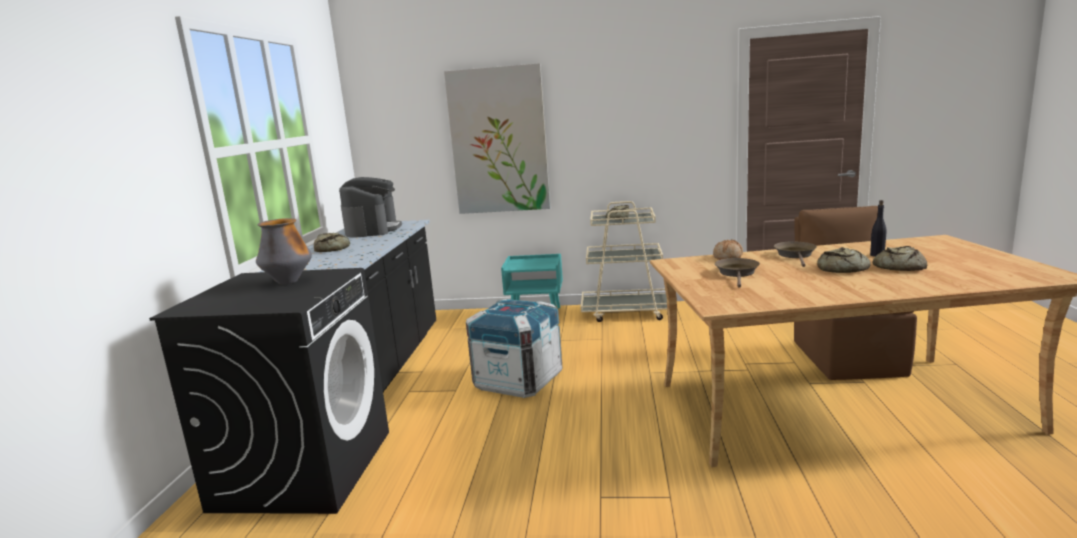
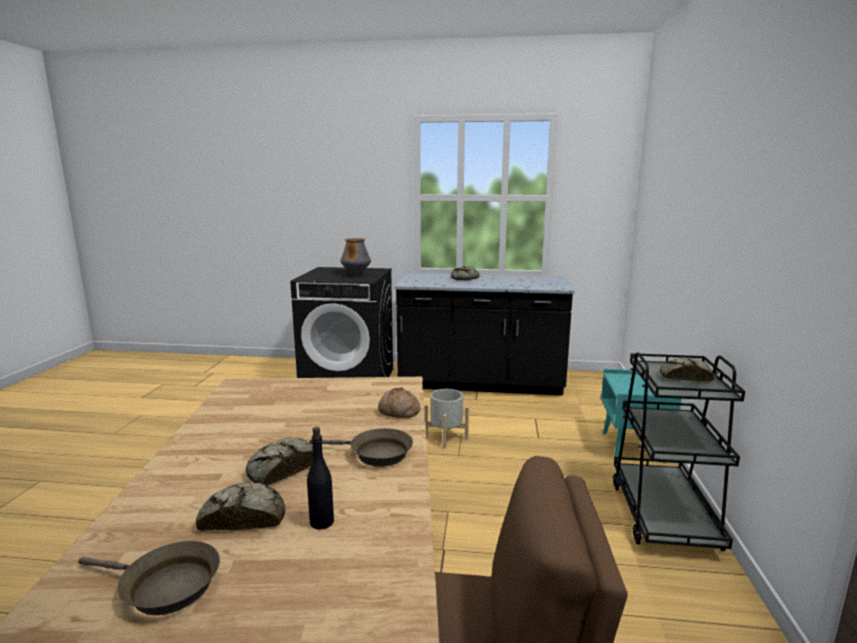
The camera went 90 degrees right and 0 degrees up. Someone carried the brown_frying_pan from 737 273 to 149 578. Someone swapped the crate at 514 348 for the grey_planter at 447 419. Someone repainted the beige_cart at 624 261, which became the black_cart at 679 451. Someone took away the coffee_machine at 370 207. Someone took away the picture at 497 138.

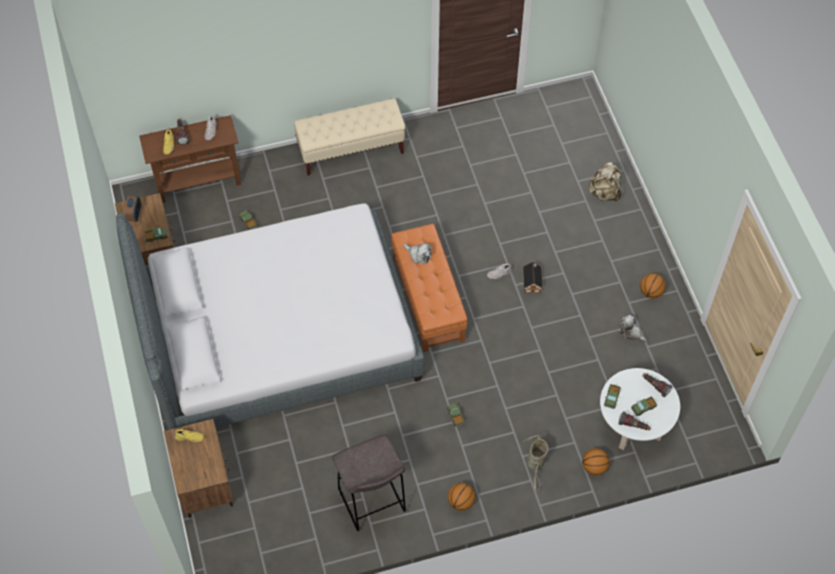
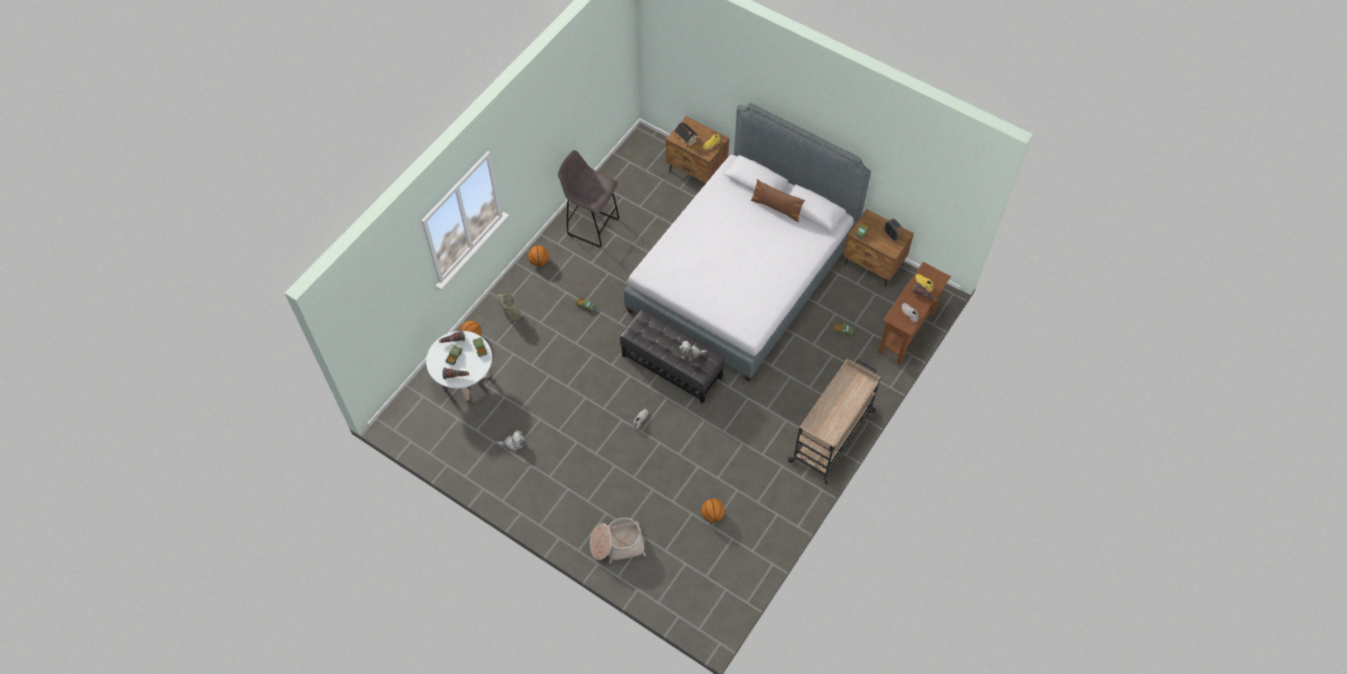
The camera went 140 degrees right and 0 degrees up. Someone swapped the beige_backpack at 604 182 for the basket at 618 540. Someone repainted the orange_ottoman at 429 288, which became the black_ottoman at 672 356. Someone carried the toy_house from 532 277 to 687 134. Someone carried the basketball from 653 286 to 713 510. Someone put down the brown_pillow at 777 200. Someone swapped the beige_bench at 349 137 for the beige_cart at 834 421.

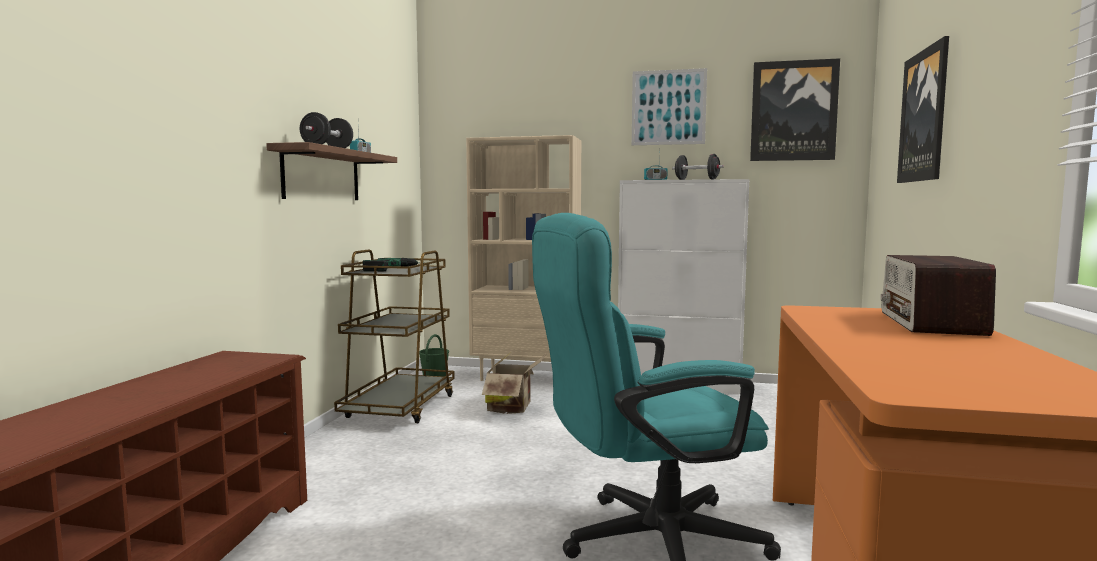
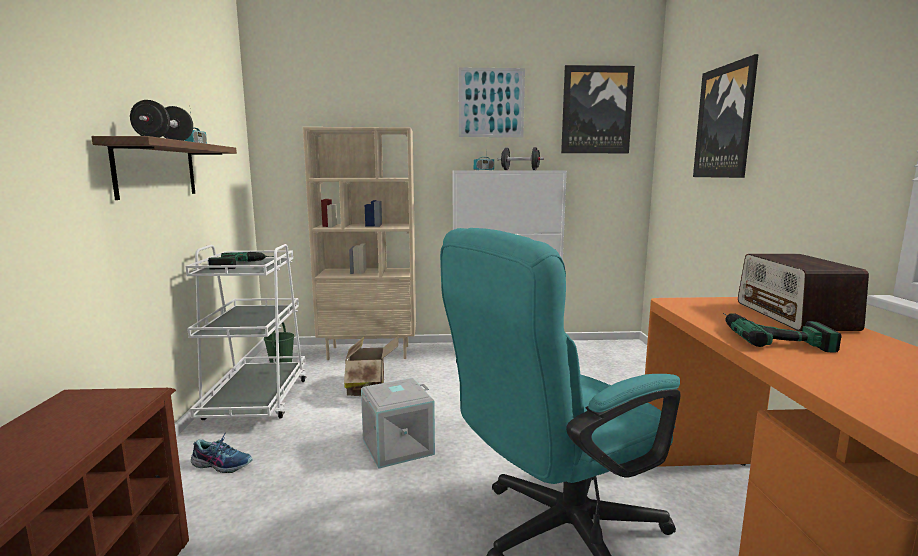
The camera went 15 degrees left and 5 degrees up. Someone repainted the brown_cart at 394 336, which became the white_cart at 246 332. Someone put down the shoe at 221 453. Someone put down the grey_storage_box at 398 423. Someone put down the power_drill at 782 333.

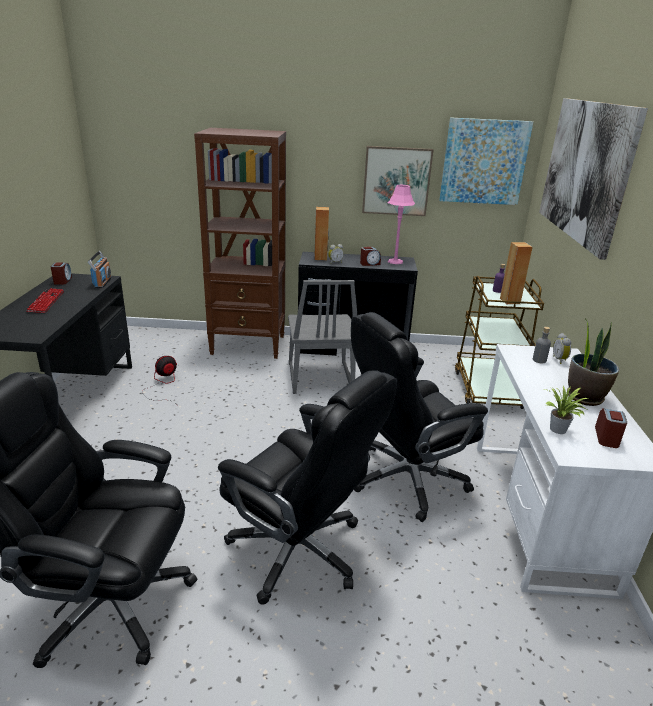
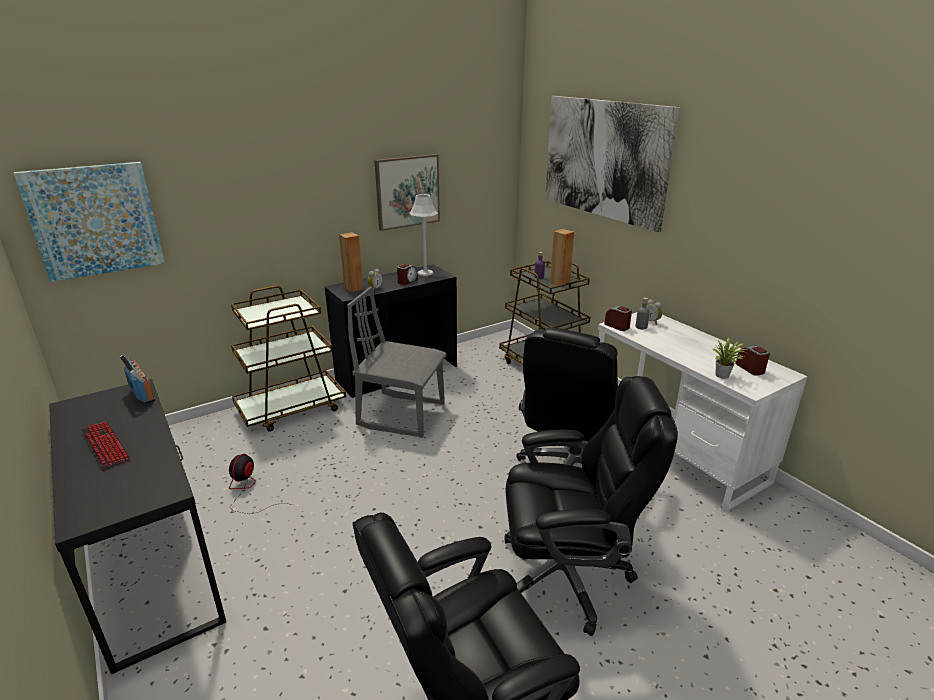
The camera went 35 degrees left and 0 degrees up. Someone carried the picture from 486 161 to 89 222. Someone swapped the brown_bookcase at 240 243 for the brown_cart at 288 359. Someone rotated the grey_chair at 322 337 by 150 degrees clockwise. Someone repainted the pink_table_lamp at 401 224, which became the grey_table_lamp at 424 235. Someone carried the alarm_clock from 61 273 to 618 318. Someone took away the potted_plant at 593 362.

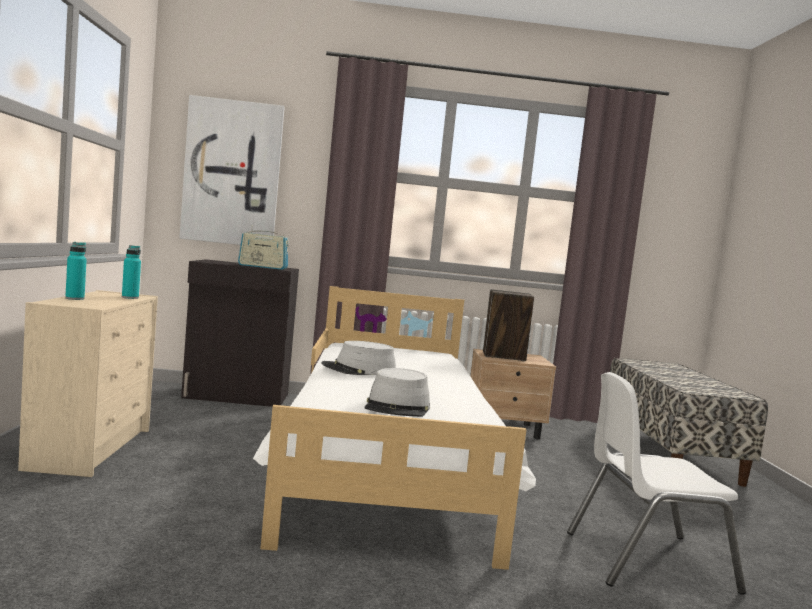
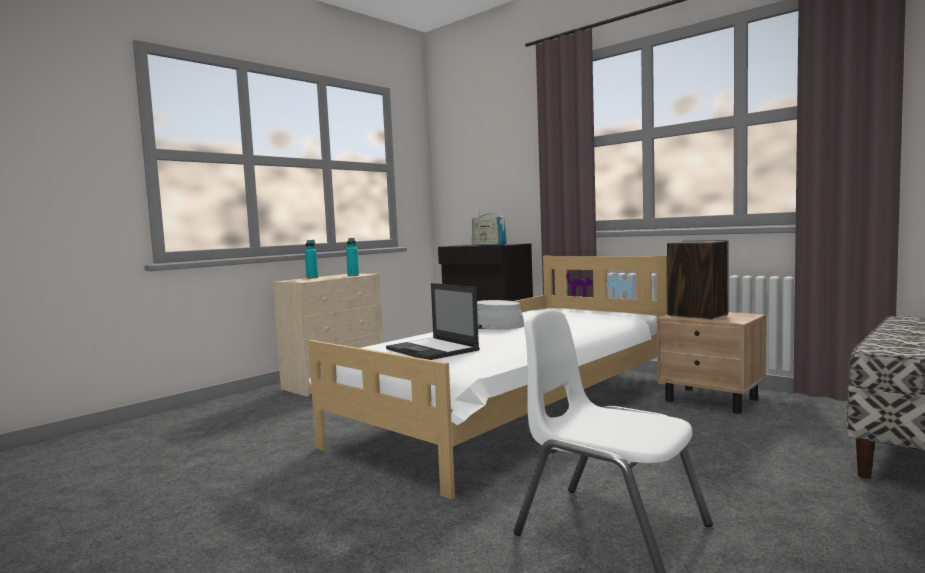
The camera went 45 degrees right and 0 degrees up. Someone swapped the grey_hat at 397 392 for the laptop at 433 321. Someone took away the picture at 232 170.

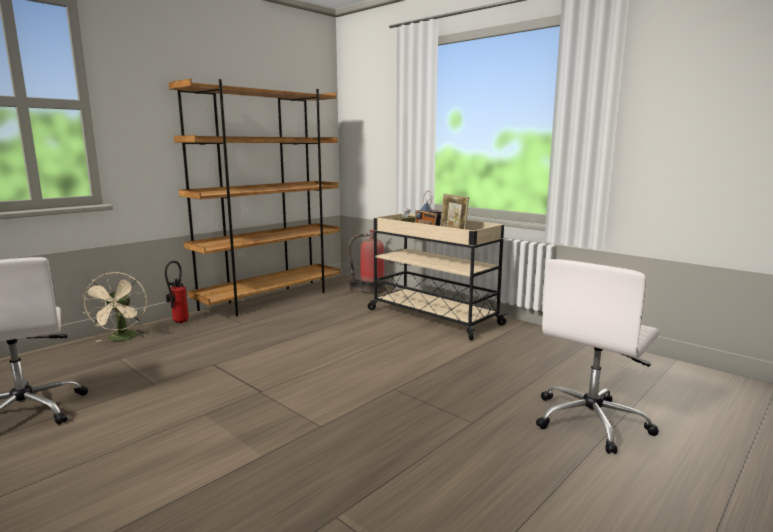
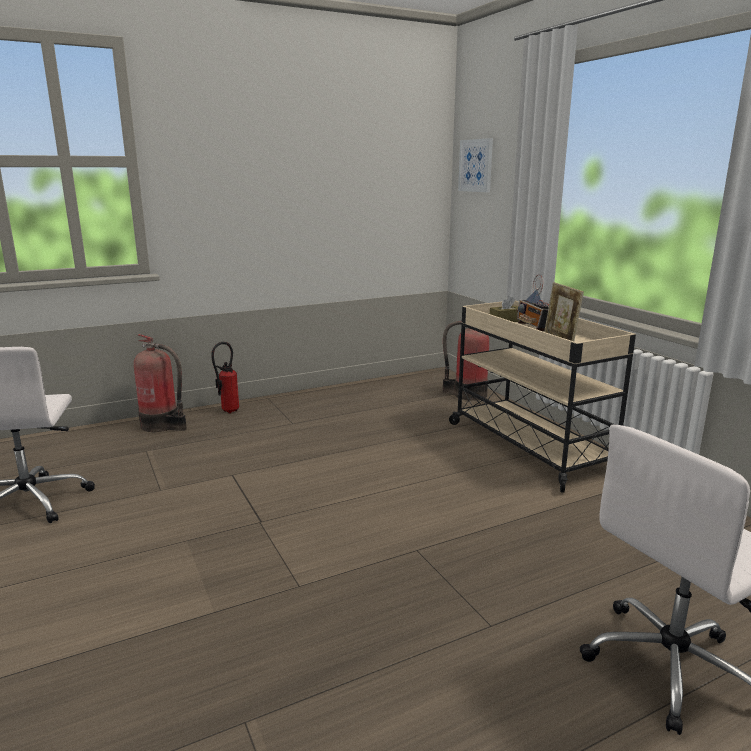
The camera went 20 degrees right and 5 degrees up. Someone swapped the beige_fan at 114 307 for the fire_extinguisher at 160 383. Someone put up the picture at 475 165. Someone took away the brown_bookcase at 254 197.

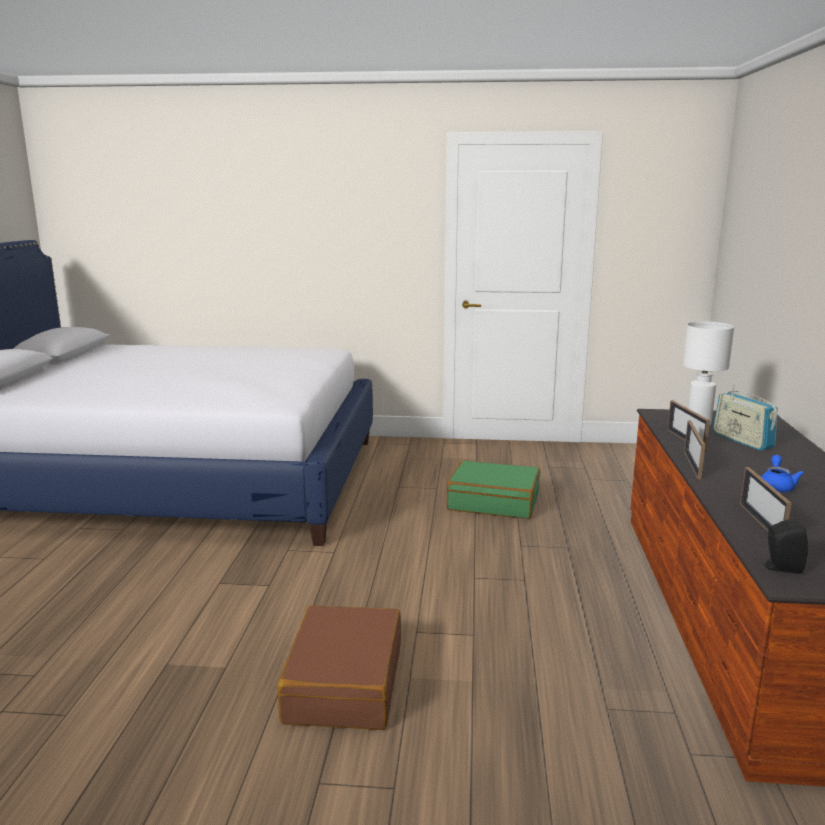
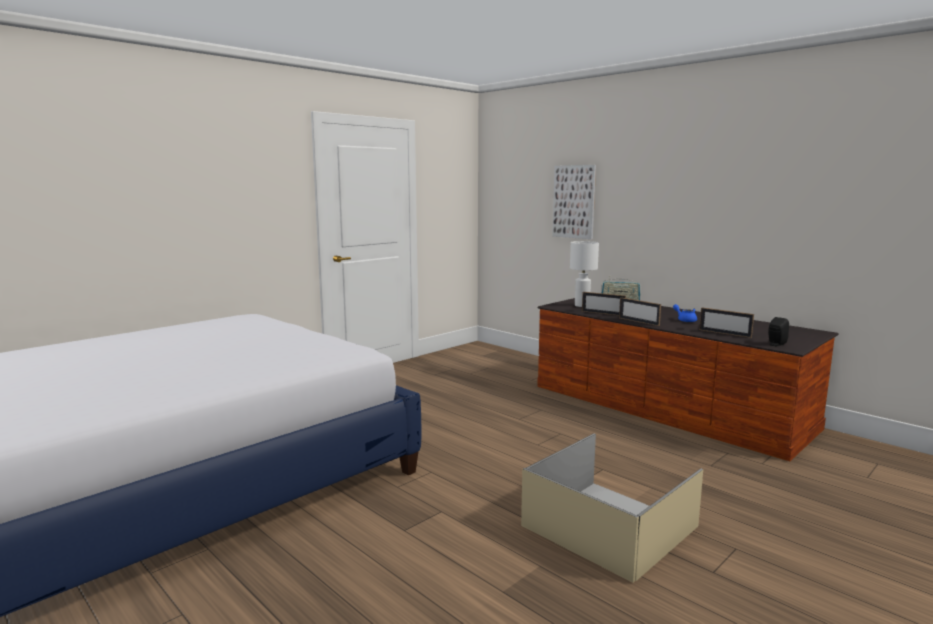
The camera went 50 degrees left and 5 degrees down. Someone swapped the brown_suitcase at 339 667 for the beige_storage_box at 612 508. Someone put up the picture at 574 202. Someone took away the green_suitcase at 493 489.

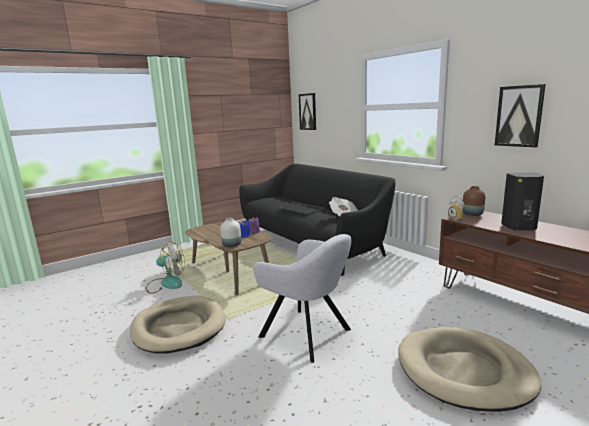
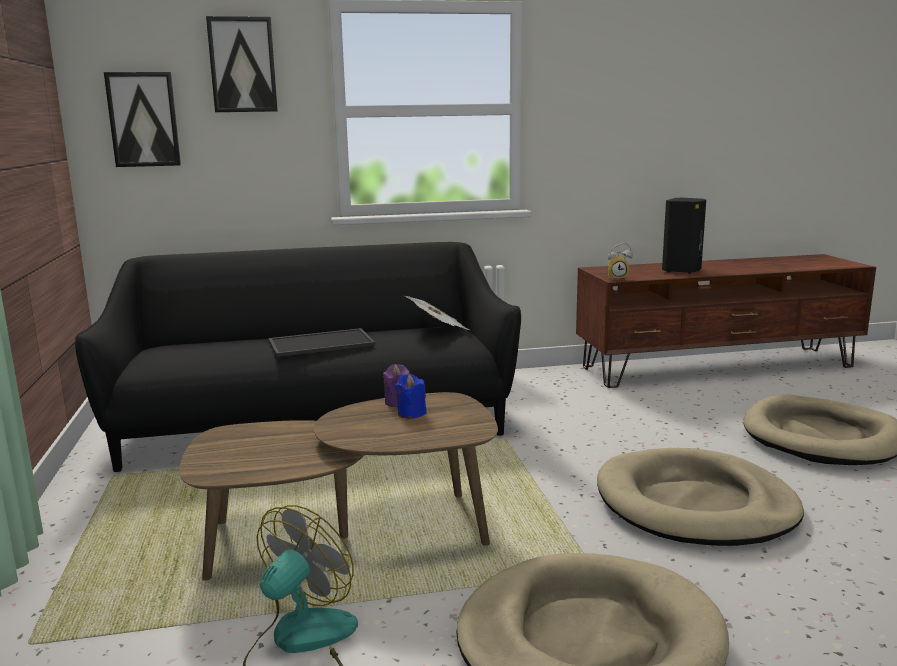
The camera went 65 degrees left and 0 degrees up. Someone carried the picture from 520 115 to 242 64. Someone swapped the grey_armchair at 302 298 for the beige_dog_bed at 700 497. Someone took away the white_vase at 230 232. Someone took away the brown_vase at 473 201.

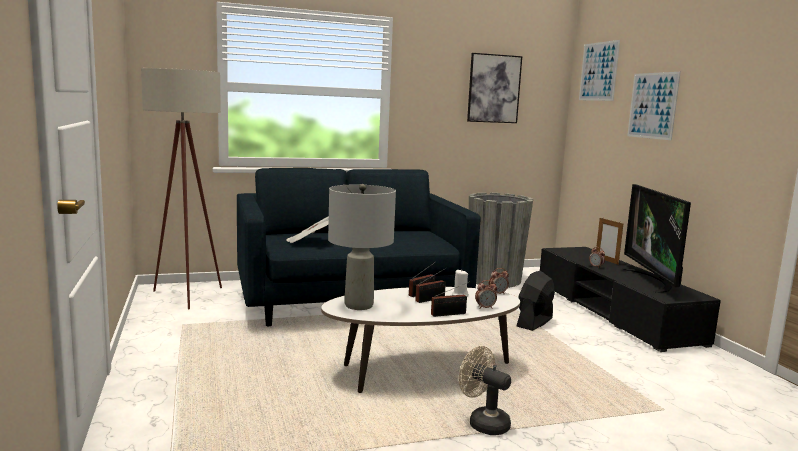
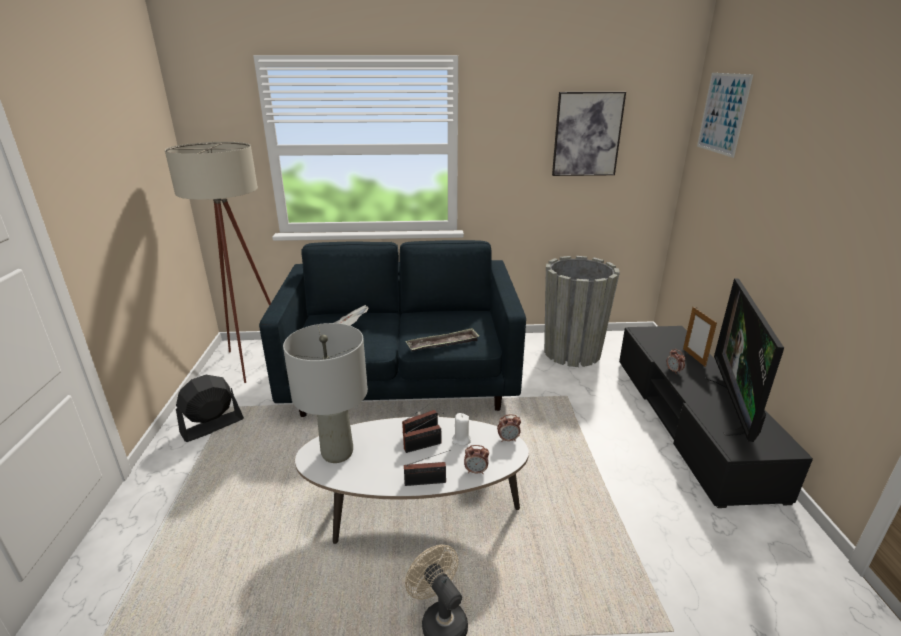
The camera went 15 degrees right and 15 degrees up. Someone carried the black_fan from 535 301 to 210 408. Someone put down the tray at 442 339. Someone took away the picture at 654 106.

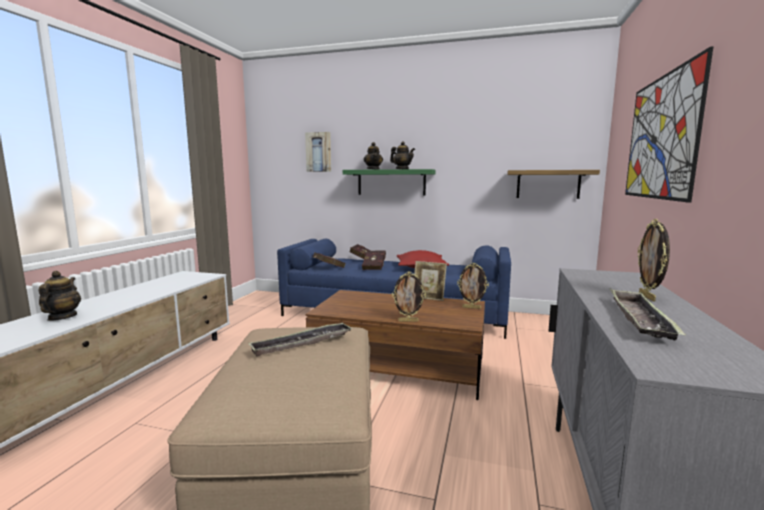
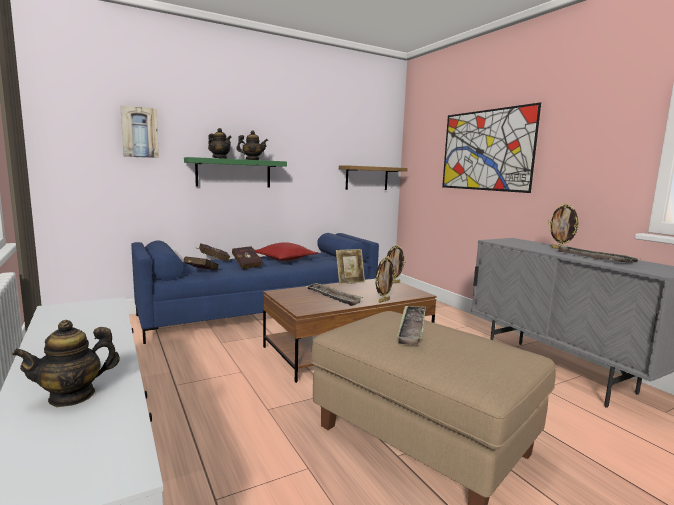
The camera went 45 degrees left and 0 degrees up. Someone rotated the teapot at 60 296 by 75 degrees counterclockwise. Someone put down the tray at 334 294.

